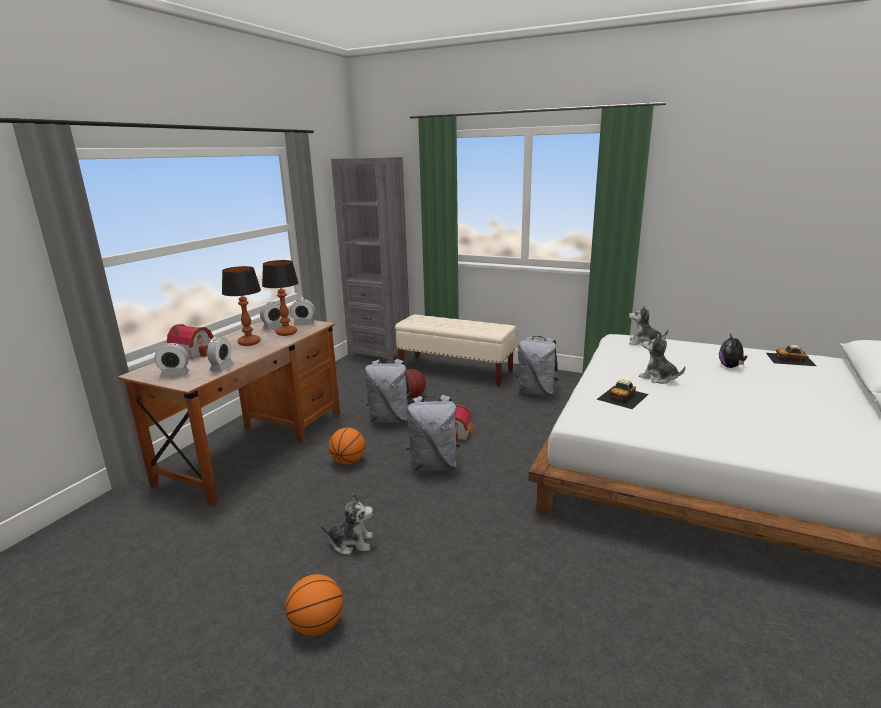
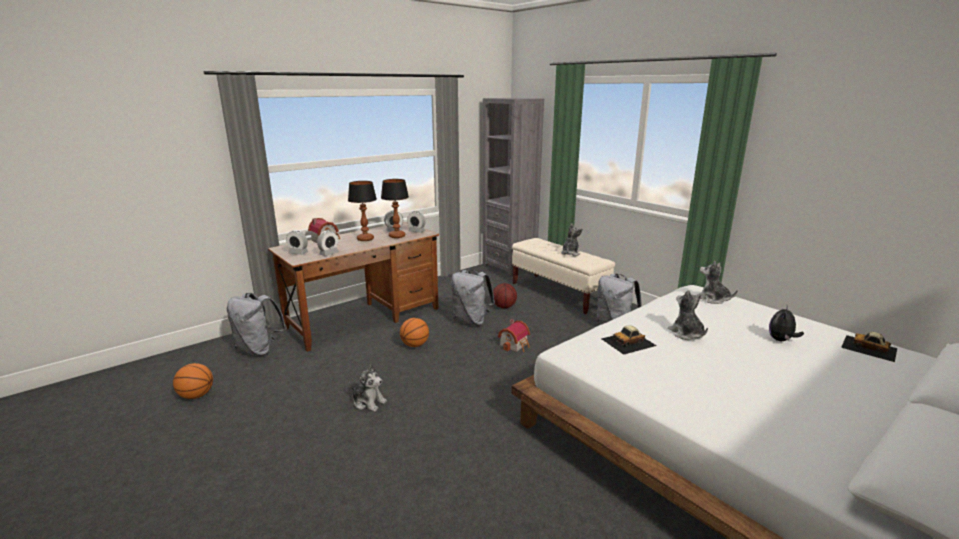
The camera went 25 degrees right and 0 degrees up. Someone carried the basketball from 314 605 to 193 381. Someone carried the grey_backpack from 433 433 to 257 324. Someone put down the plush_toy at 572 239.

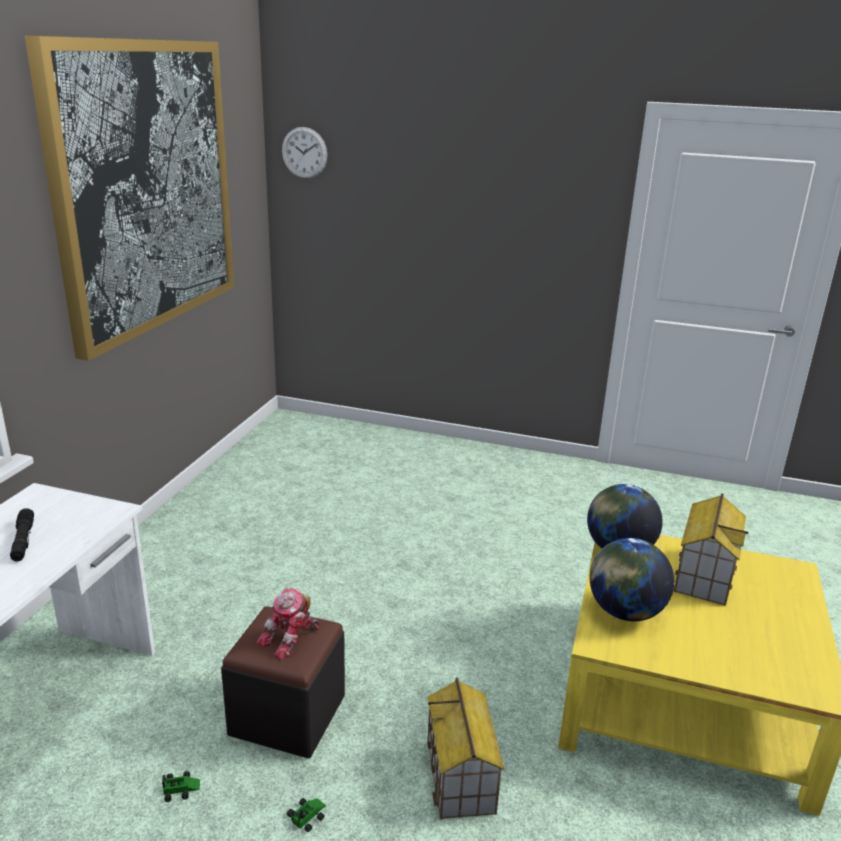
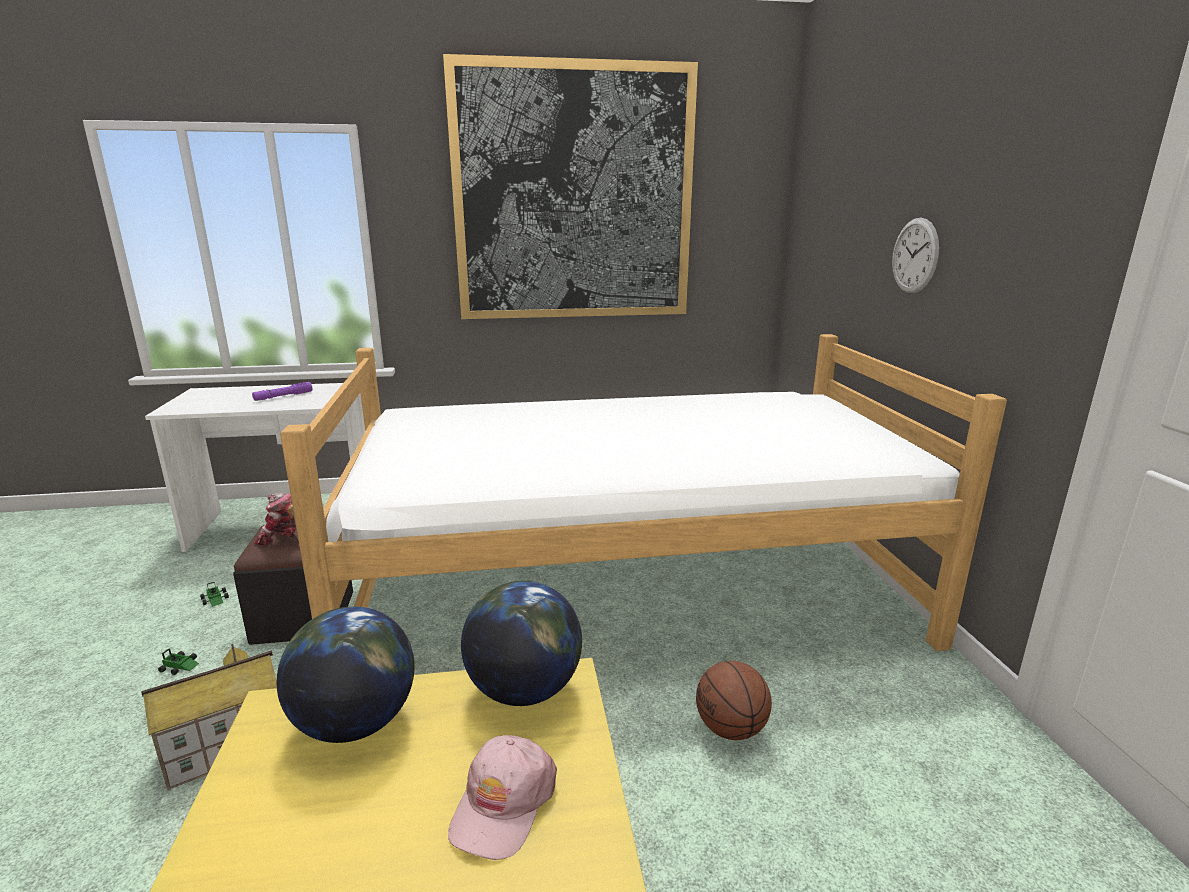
The camera went 65 degrees right and 5 degrees down. Someone repainted the black_flashlight at 22 534, which became the purple_flashlight at 282 391. Someone put down the bed at 643 492. Someone swapped the toy_house at 711 549 for the pink_cap at 502 797. Someone put down the basketball at 734 700. Someone carried the wall_clock from 304 153 to 915 255.

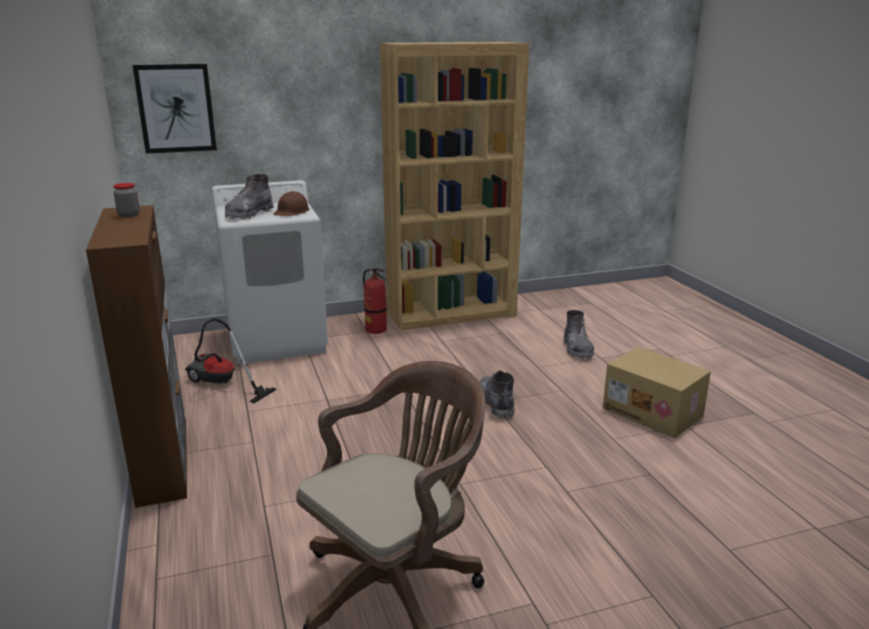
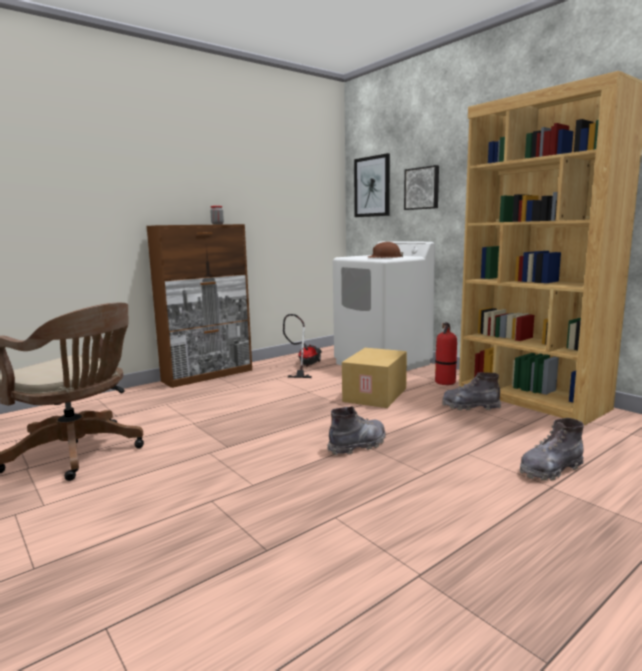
The camera went 70 degrees right and 10 degrees down. Someone carried the cardboard_box from 657 392 to 374 378. Someone put up the picture at 421 187. Someone carried the grey_boot from 249 196 to 471 391.

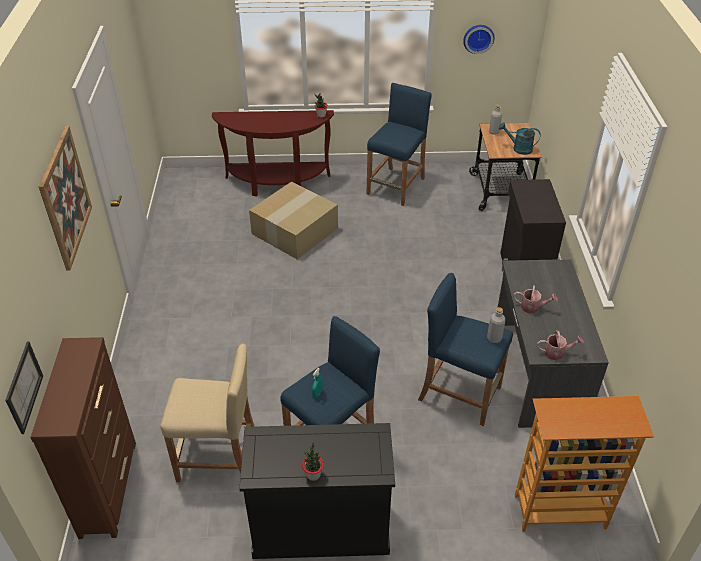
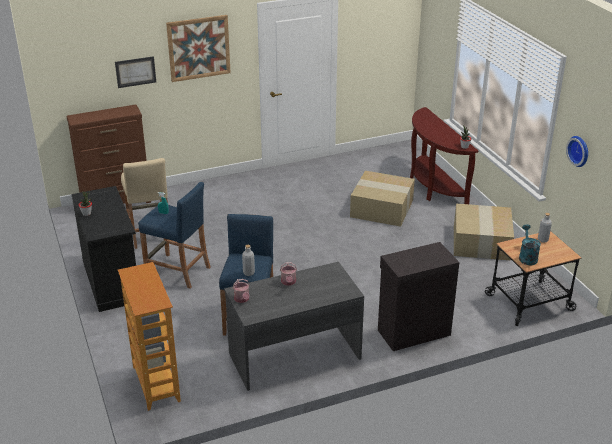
The camera went 70 degrees right and 10 degrees down. Someone carried the picture from 24 388 to 135 72. Someone swapped the blue_stool at 399 144 for the cardboard_box at 484 232.

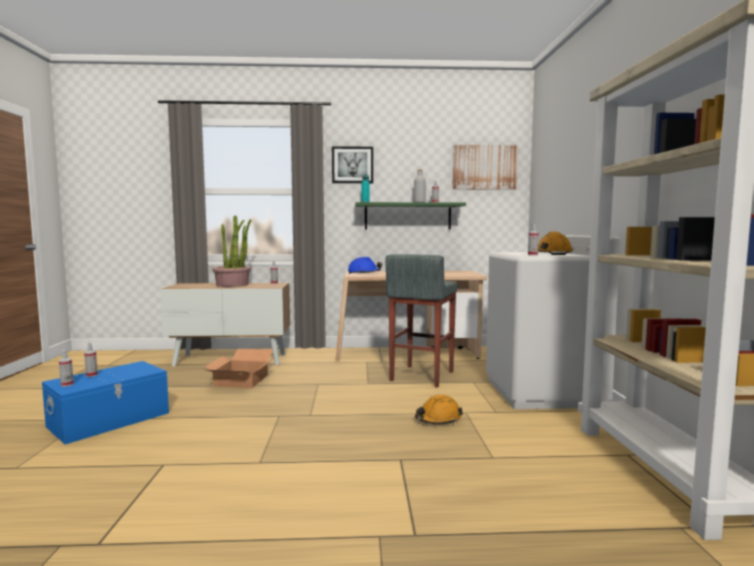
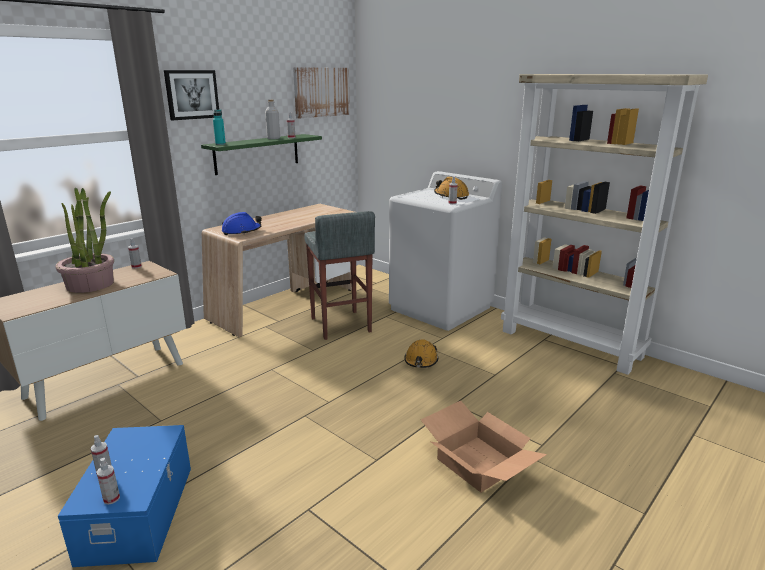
The camera went 45 degrees left and 15 degrees up. Someone carried the cardboard_box from 238 368 to 484 446.

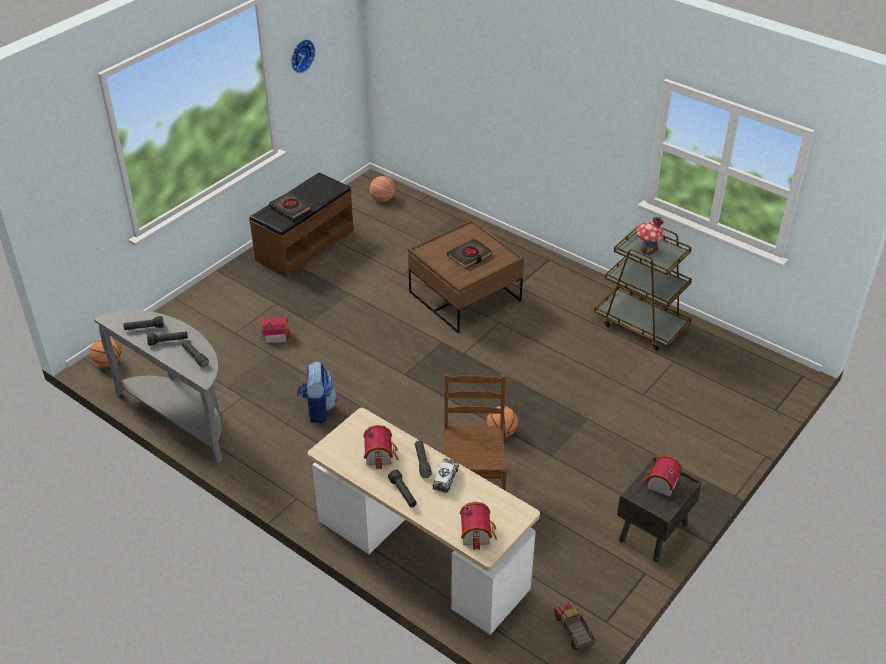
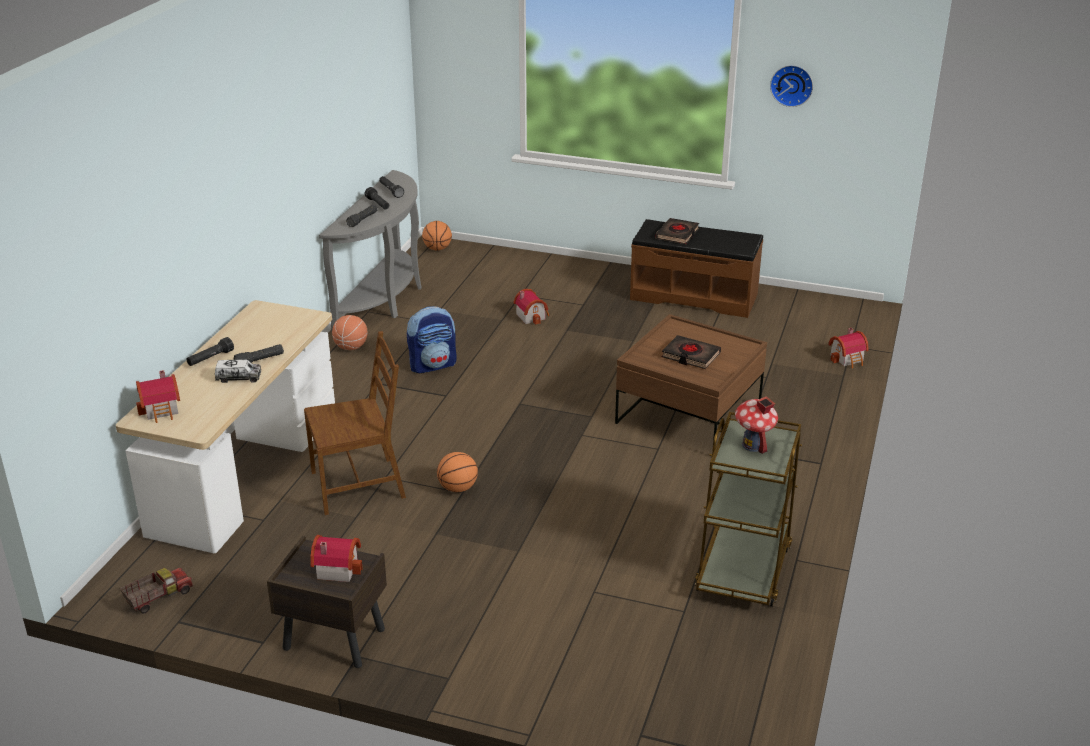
The camera went 70 degrees right and 10 degrees down. Someone carried the basketball from 382 189 to 350 332. Someone carried the toy_house from 380 447 to 848 348.

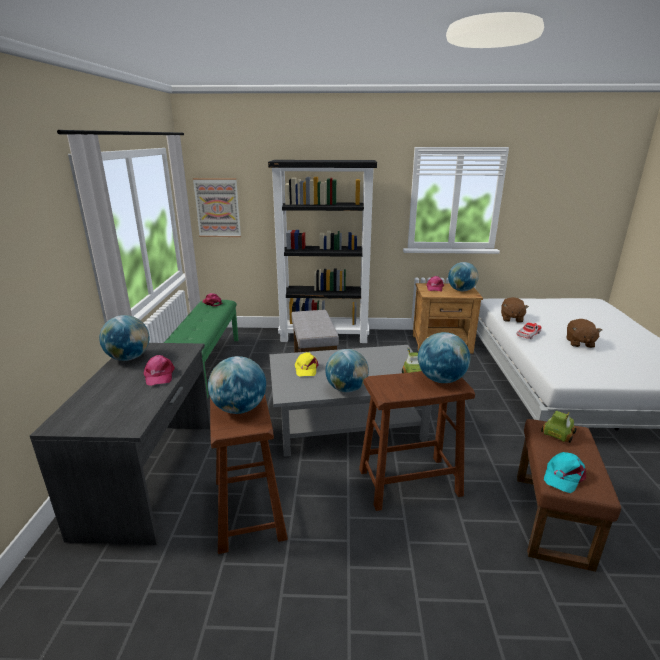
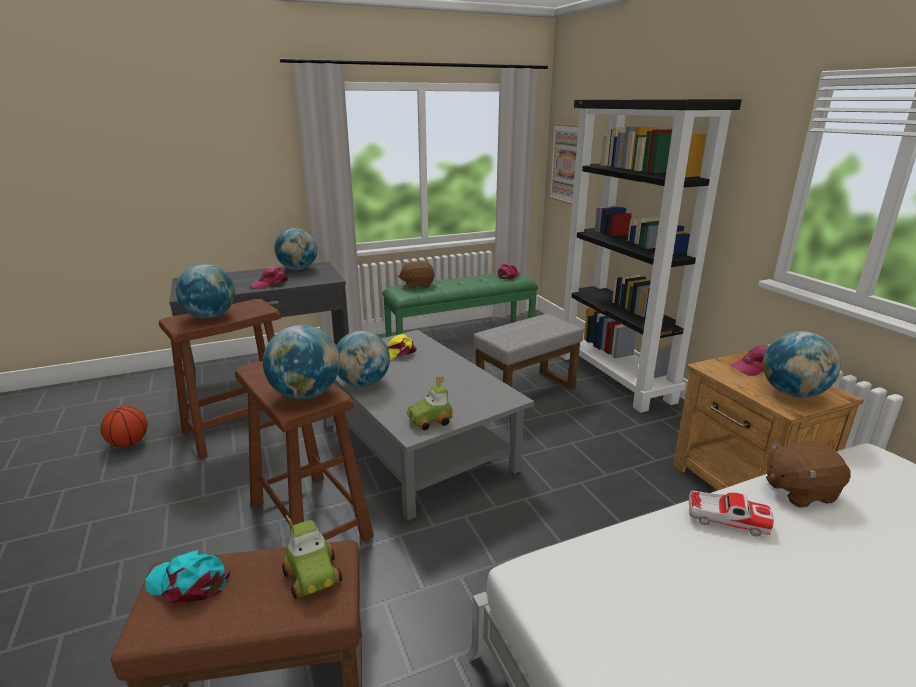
The camera went 65 degrees right and 0 degrees up. Someone put down the basketball at 124 426. Someone rotated the toy_car at 558 427 by 45 degrees clockwise. Someone carried the brown_plush_toy from 584 333 to 416 275.

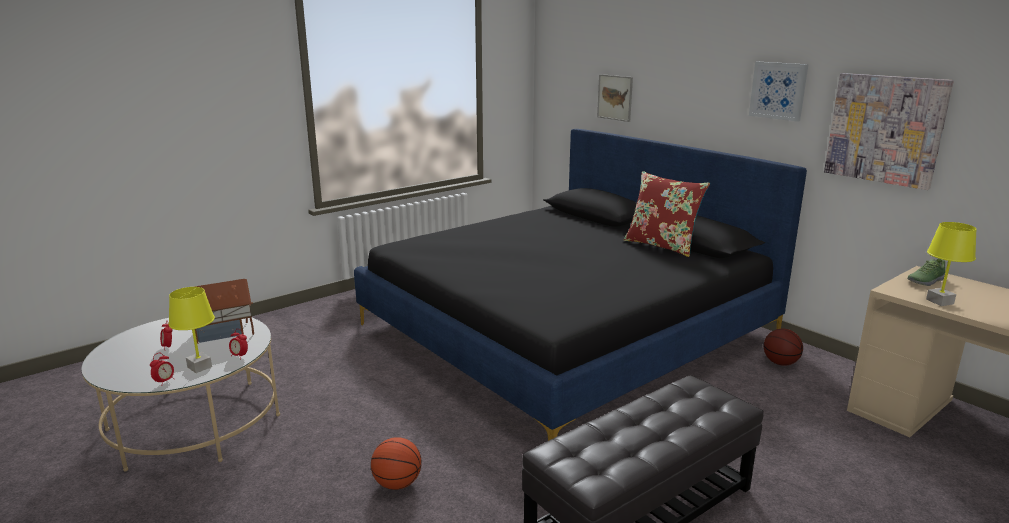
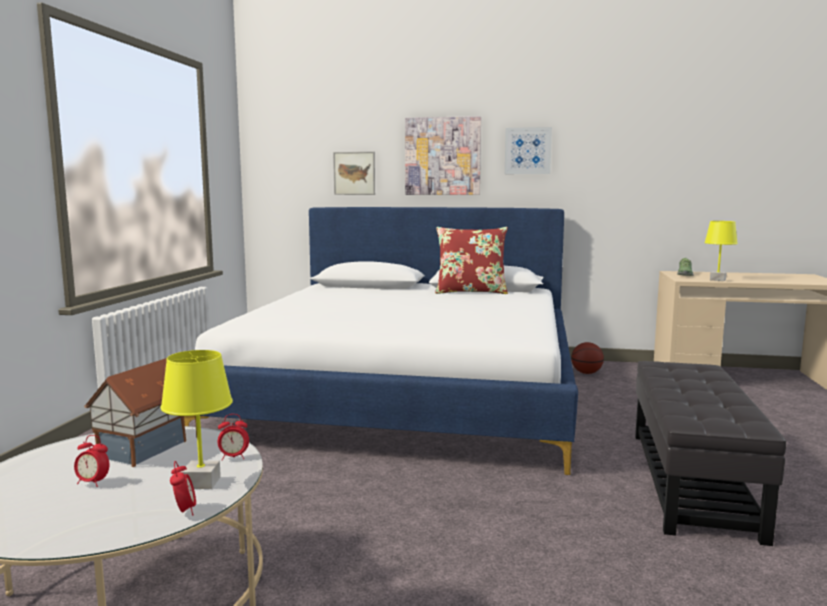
The camera went 40 degrees left and 10 degrees down. Someone repainted the black_bed at 580 285, which became the white_bed at 381 341. Someone carried the picture from 889 131 to 443 155. Someone took away the basketball at 396 463.

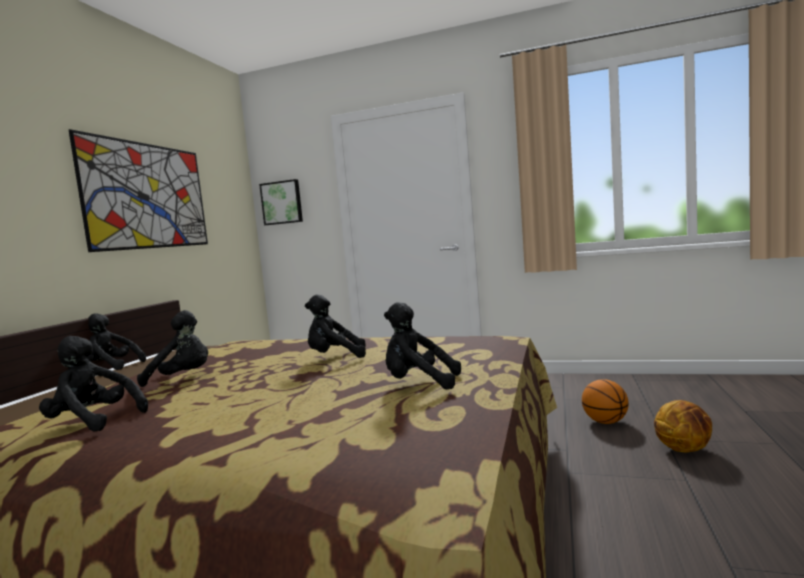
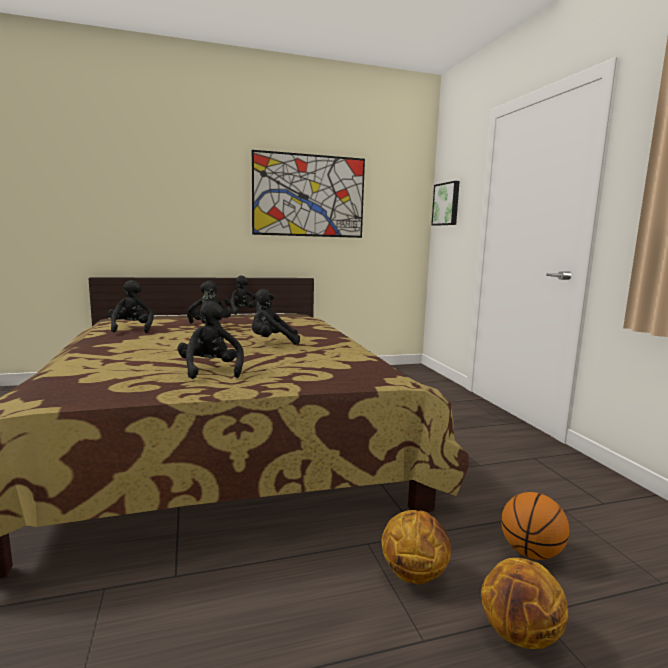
The camera went 55 degrees right and 5 degrees up. Someone rotated the black_plush_toy at 335 326 by 60 degrees counterclockwise. Someone put down the basketball at 416 547.

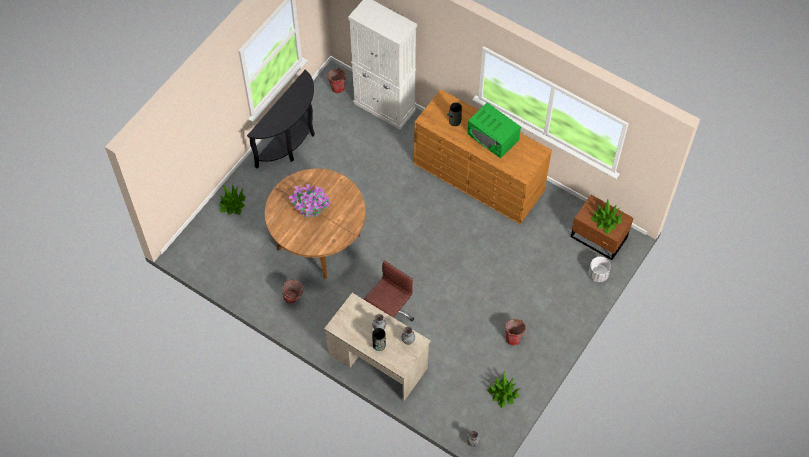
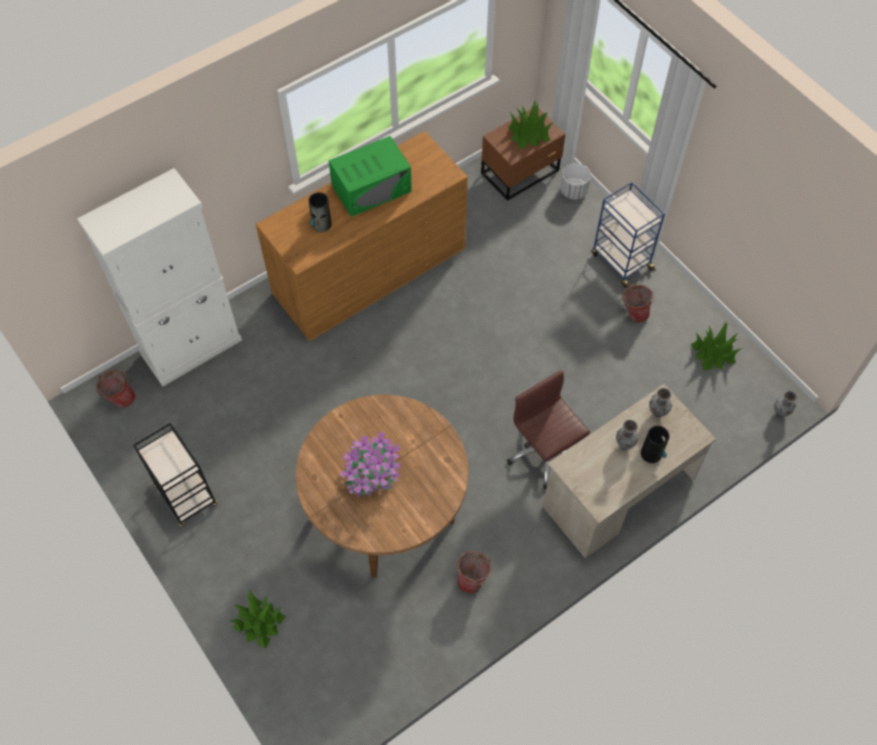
The camera went 70 degrees left and 0 degrees up. Someone swapped the black_console_table at 281 119 for the black_cart at 175 475. Someone put down the blue_cart at 628 235.

